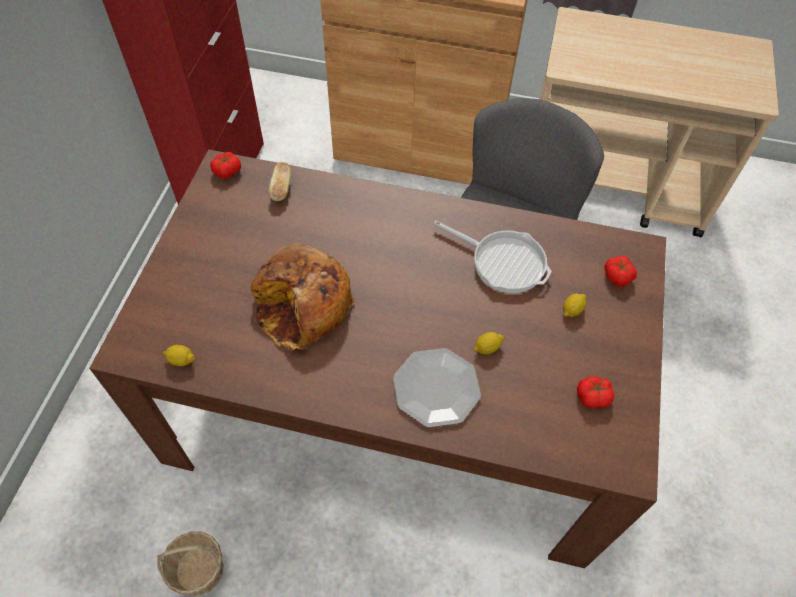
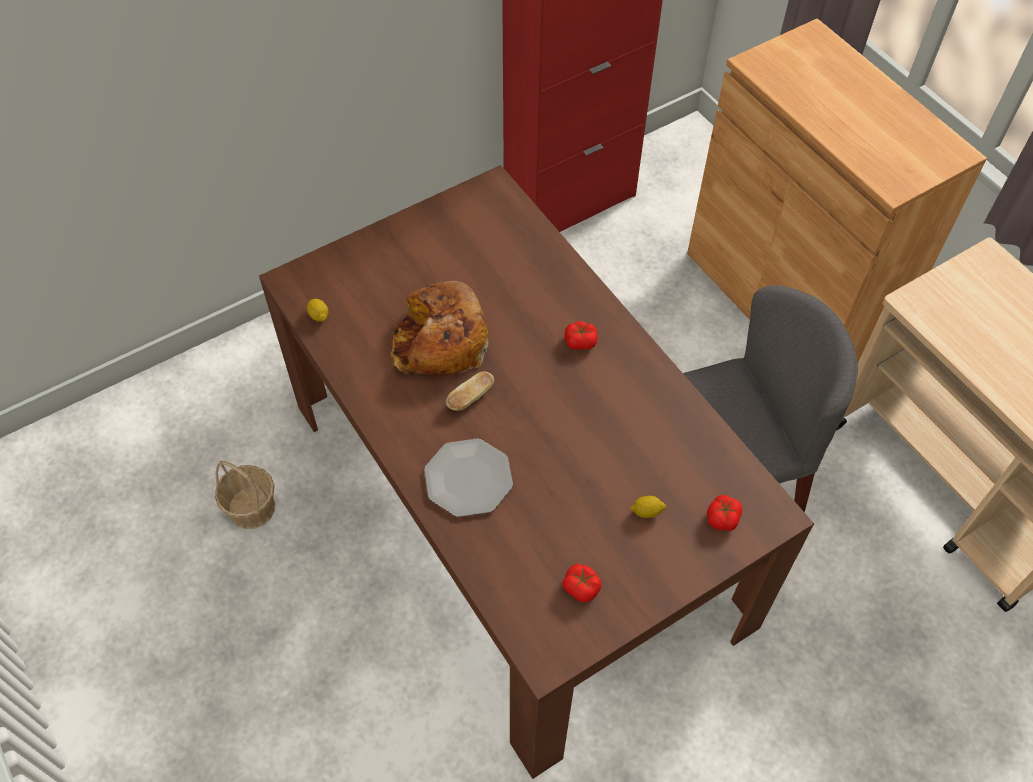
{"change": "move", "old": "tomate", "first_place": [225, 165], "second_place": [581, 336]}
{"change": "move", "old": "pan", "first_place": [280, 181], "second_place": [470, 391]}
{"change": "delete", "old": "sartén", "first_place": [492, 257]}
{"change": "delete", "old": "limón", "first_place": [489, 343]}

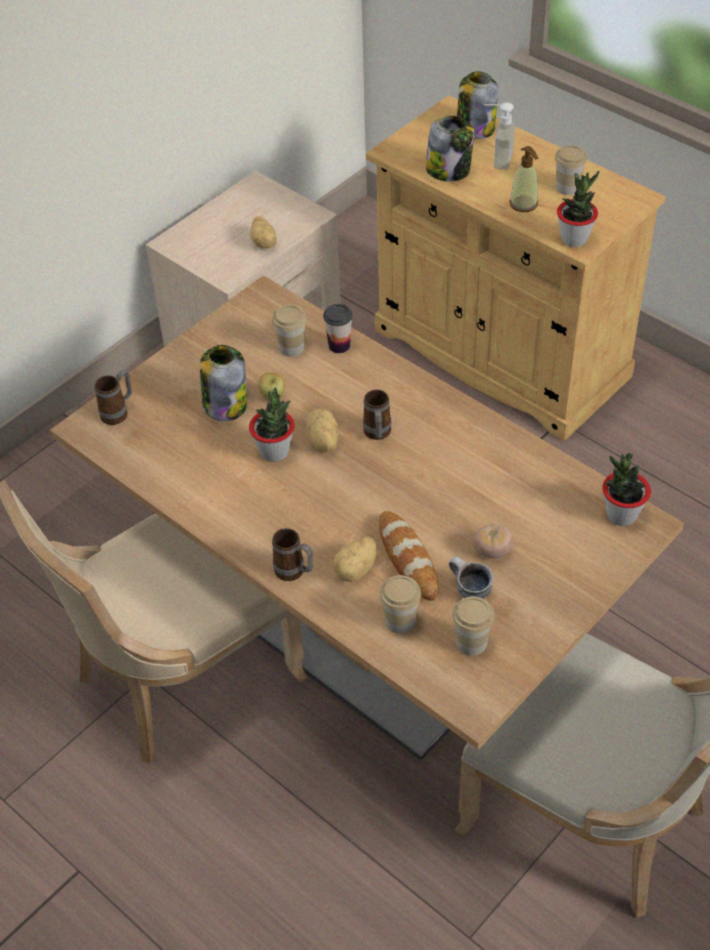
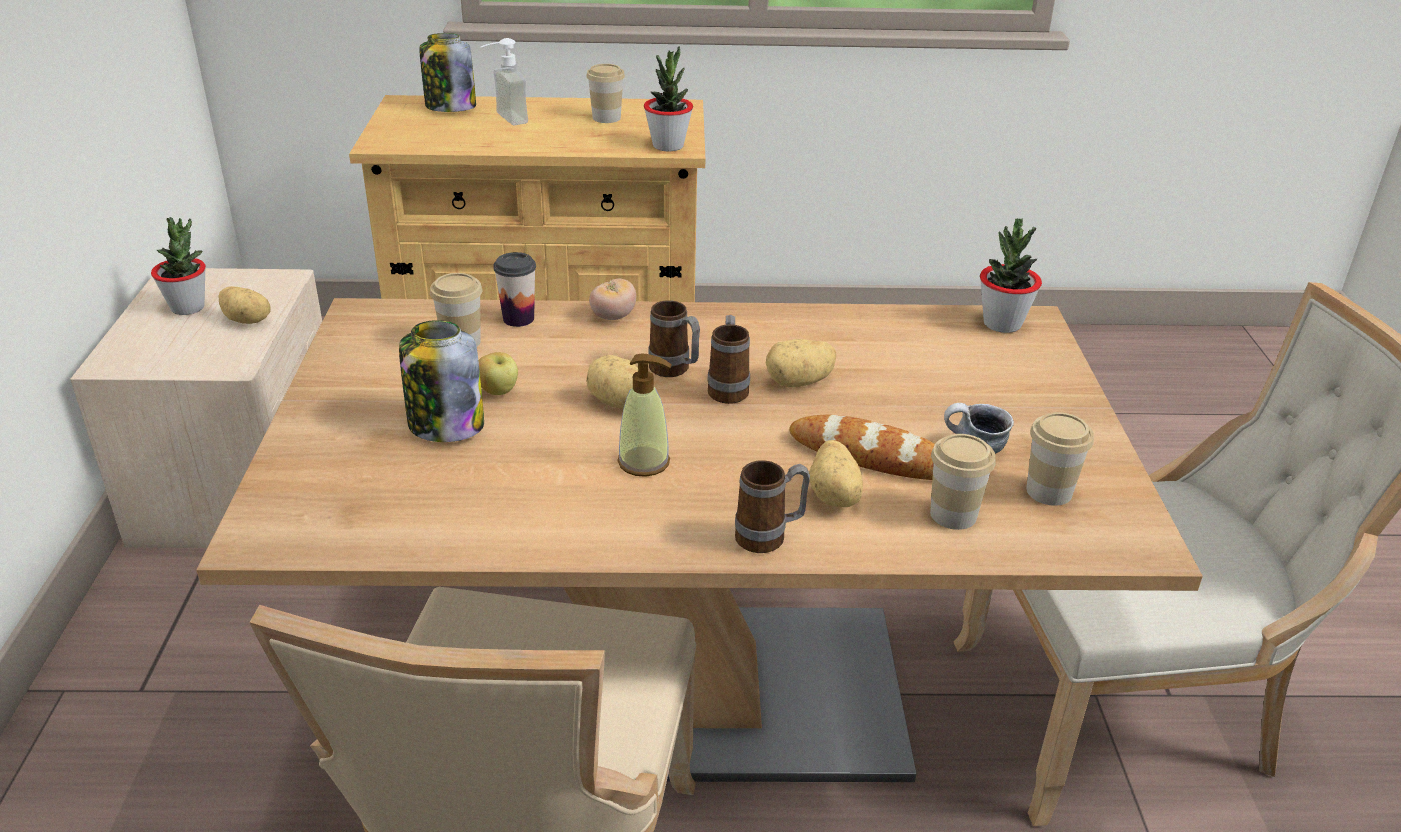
{"change": "delete", "old": "tarro", "first_place": [450, 148]}
{"change": "move", "old": "dispensador de jabón", "first_place": [524, 179], "second_place": [644, 415]}
{"change": "move", "old": "taza grande", "first_place": [113, 397], "second_place": [728, 359]}
{"change": "move", "old": "planta en maceta", "first_place": [272, 424], "second_place": [178, 266]}
{"change": "move", "old": "tomate", "first_place": [493, 541], "second_place": [612, 299]}
{"change": "insert", "new": "patata", "second_place": [801, 363]}

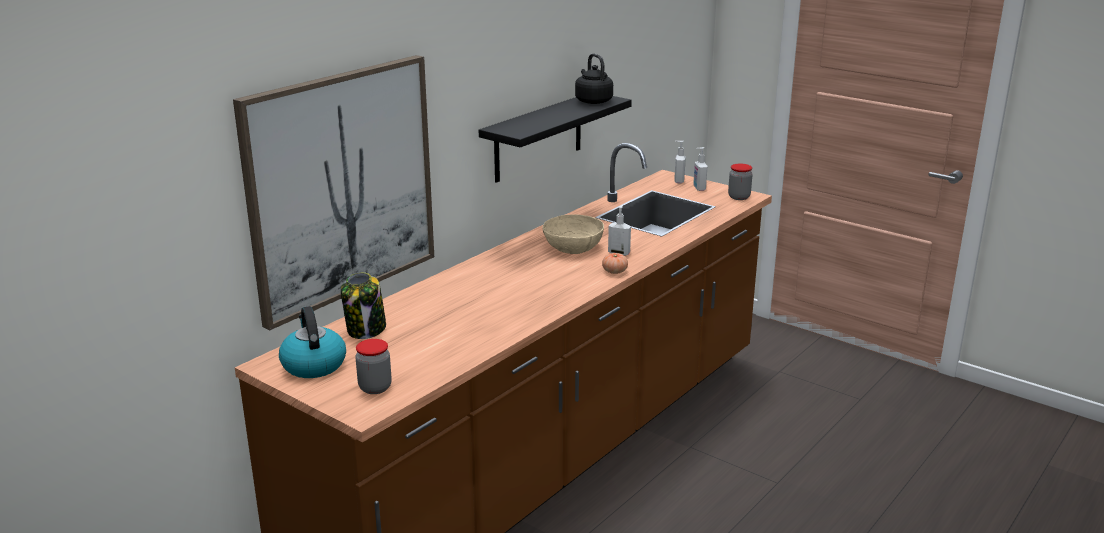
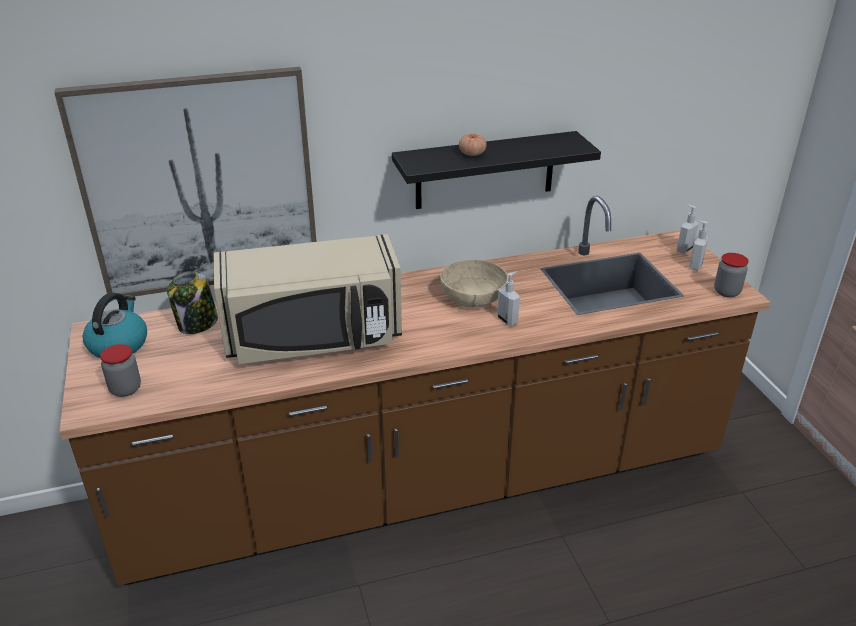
{"change": "delete", "old": "hervidor (negro)", "first_place": [594, 78]}
{"change": "move", "old": "tomate", "first_place": [615, 263], "second_place": [473, 145]}
{"change": "insert", "new": "microondas (beis)", "second_place": [308, 299]}

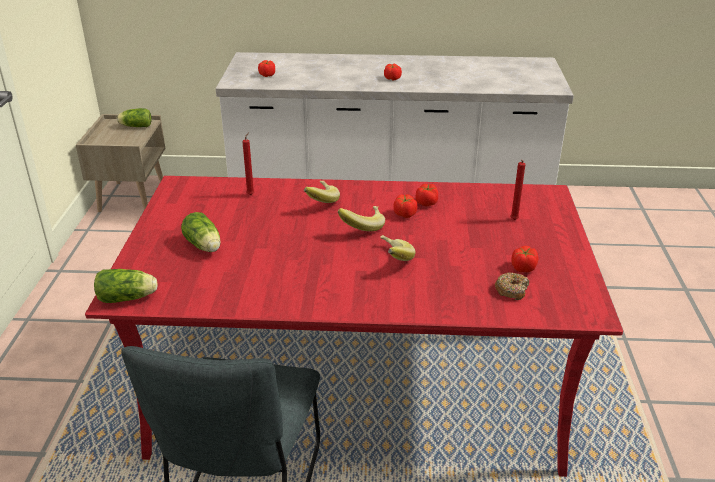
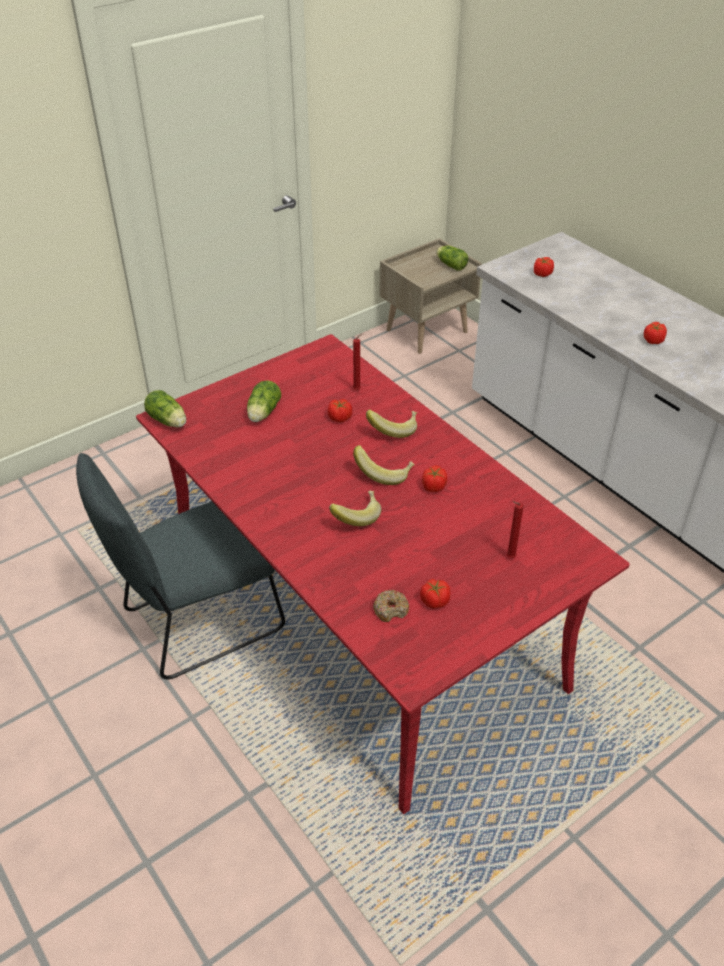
{"change": "move", "old": "tomate", "first_place": [427, 195], "second_place": [340, 410]}

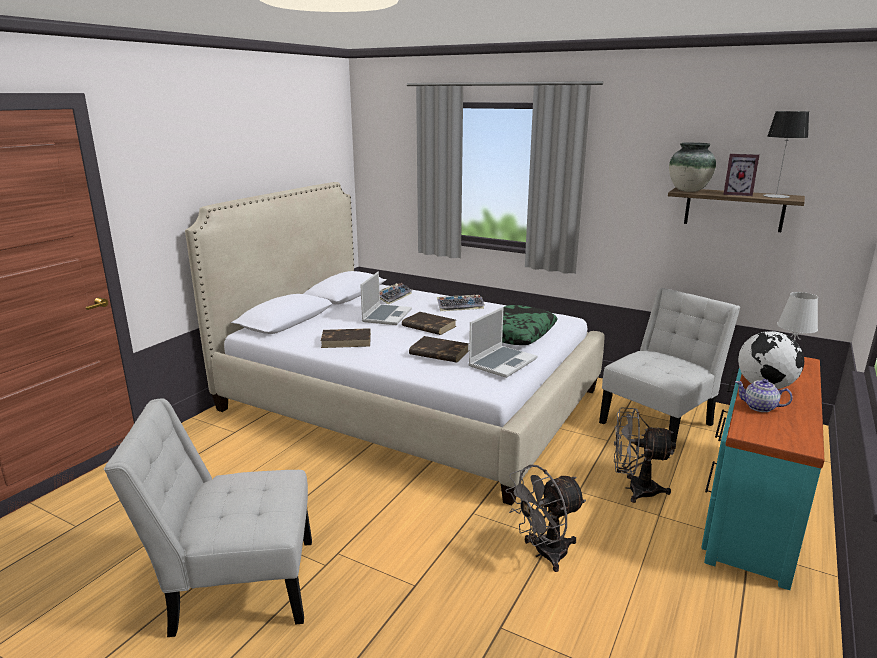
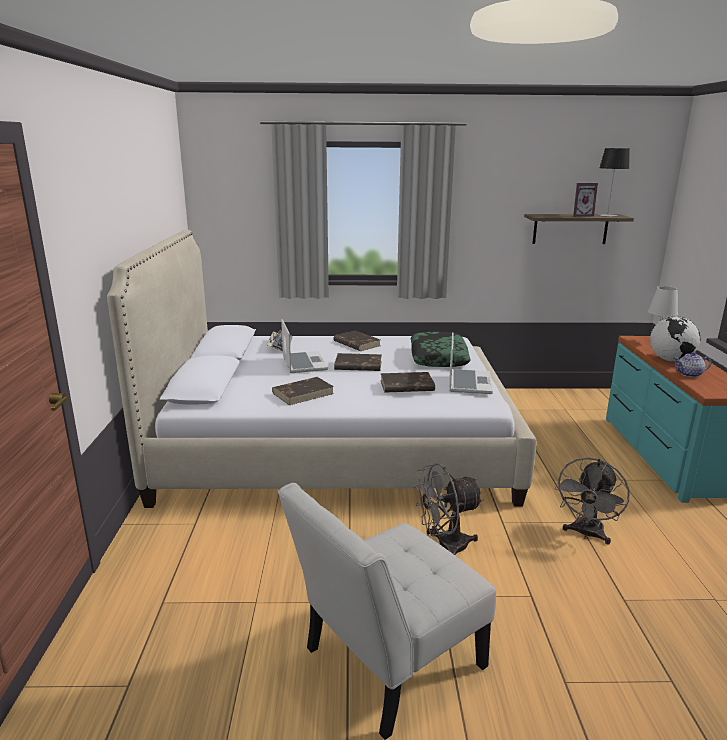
{"change": "delete", "old": "florero", "first_place": [692, 167]}
{"change": "delete", "old": "silla (blanco)", "first_place": [670, 370]}
{"change": "replace", "old": "teclado", "new": "libro (marrón)", "first_place": [461, 303], "second_place": [356, 341]}
{"change": "move", "old": "ventilador (gris)", "first_place": [645, 455], "second_place": [448, 509]}

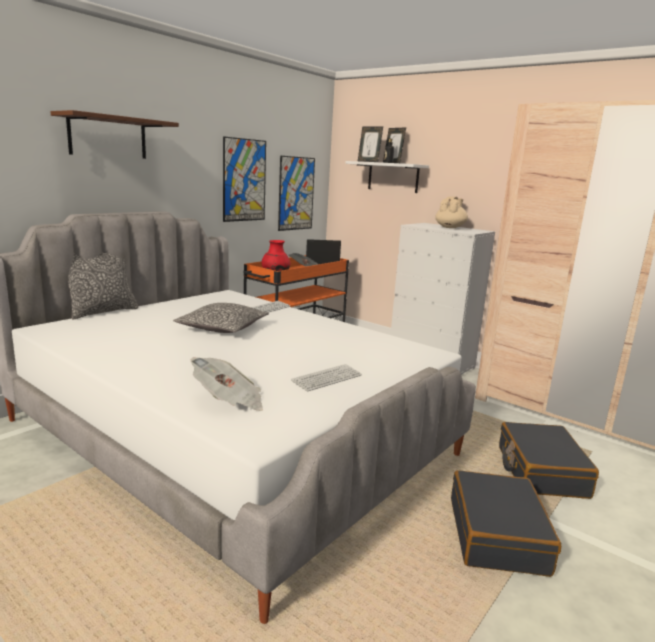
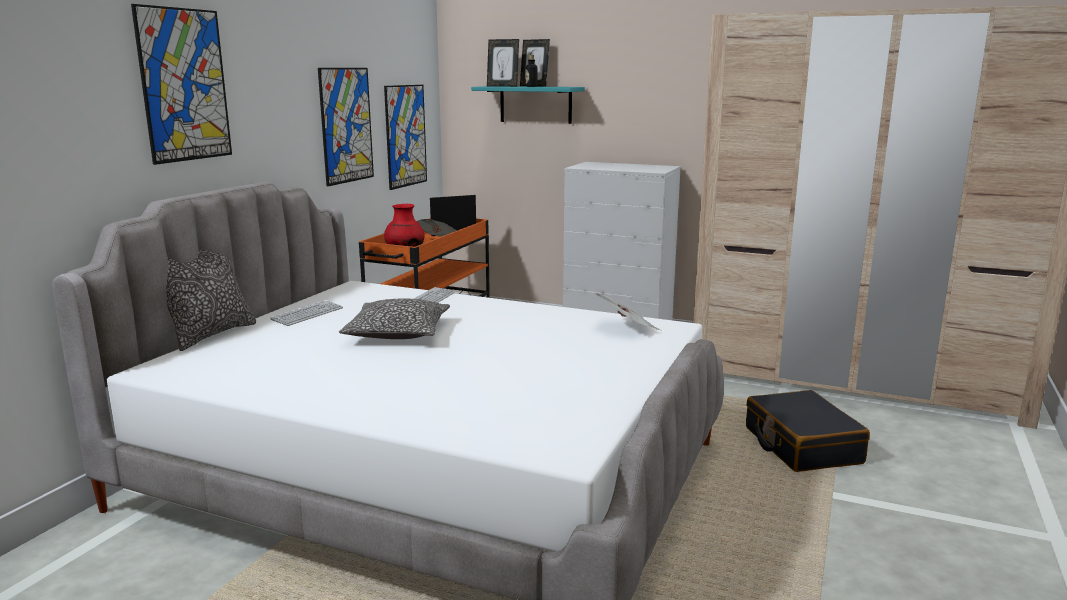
{"change": "replace", "old": "estante (marrón)", "new": "cuadro", "first_place": [114, 134], "second_place": [181, 84]}
{"change": "recolor", "old": "estante (blanco)", "new": "estante (turquesa)", "first_place": [387, 177], "second_place": [528, 105]}
{"change": "delete", "old": "tetera (beis)", "first_place": [451, 212]}
{"change": "move", "old": "periódico", "first_place": [227, 384], "second_place": [626, 311]}
{"change": "move", "old": "teclado", "first_place": [326, 377], "second_place": [307, 313]}
{"change": "delete", "old": "maleta (negro)", "first_place": [506, 523]}

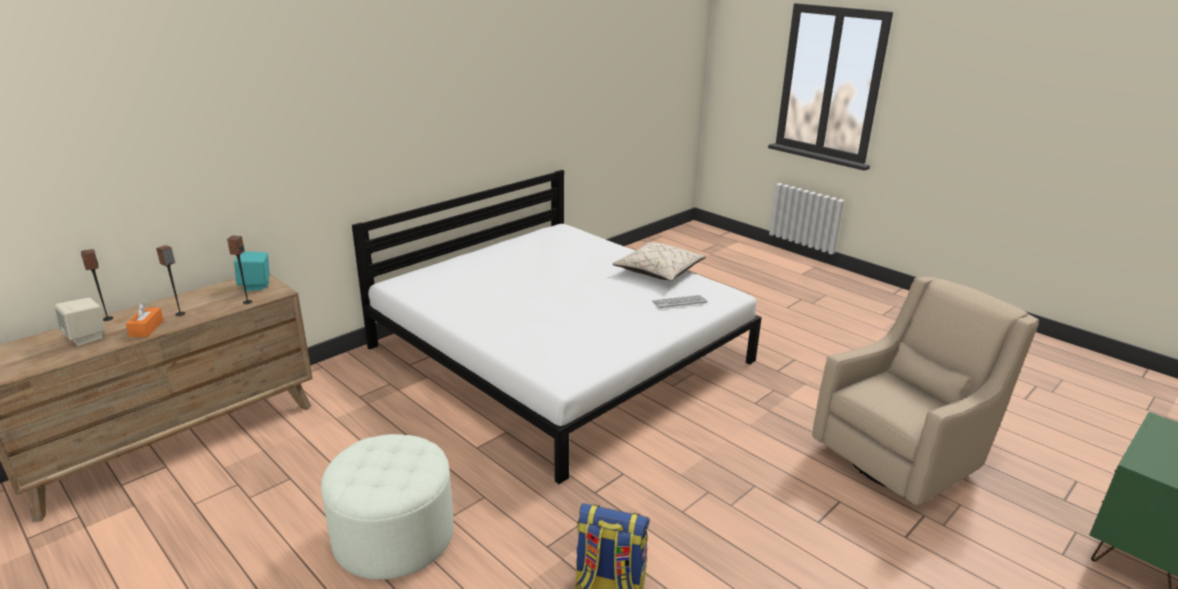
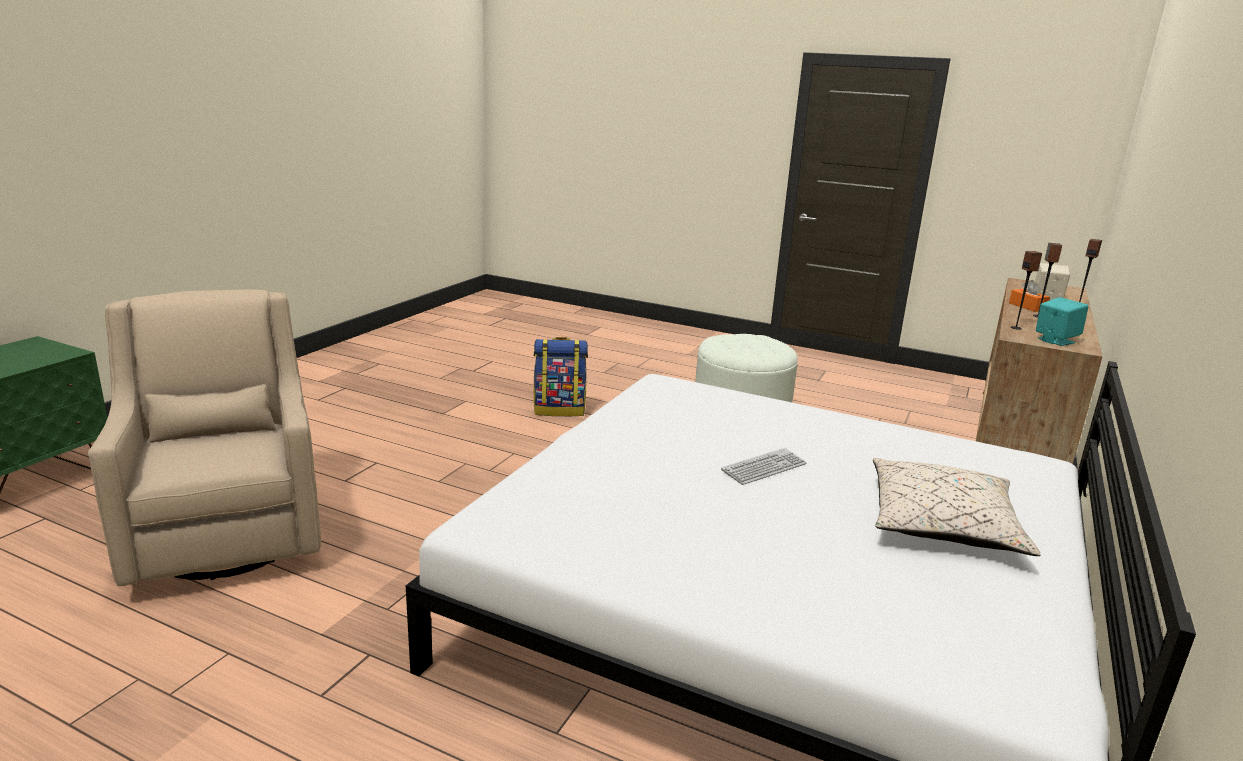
{"change": "move", "old": "cojín (beis)", "first_place": [659, 261], "second_place": [957, 507]}
{"change": "rotate", "old": "sillón (beis)", "first_place": [925, 390], "second_place": [204, 437], "degrees": 120}
{"change": "move", "old": "teclado", "first_place": [680, 302], "second_place": [763, 466]}

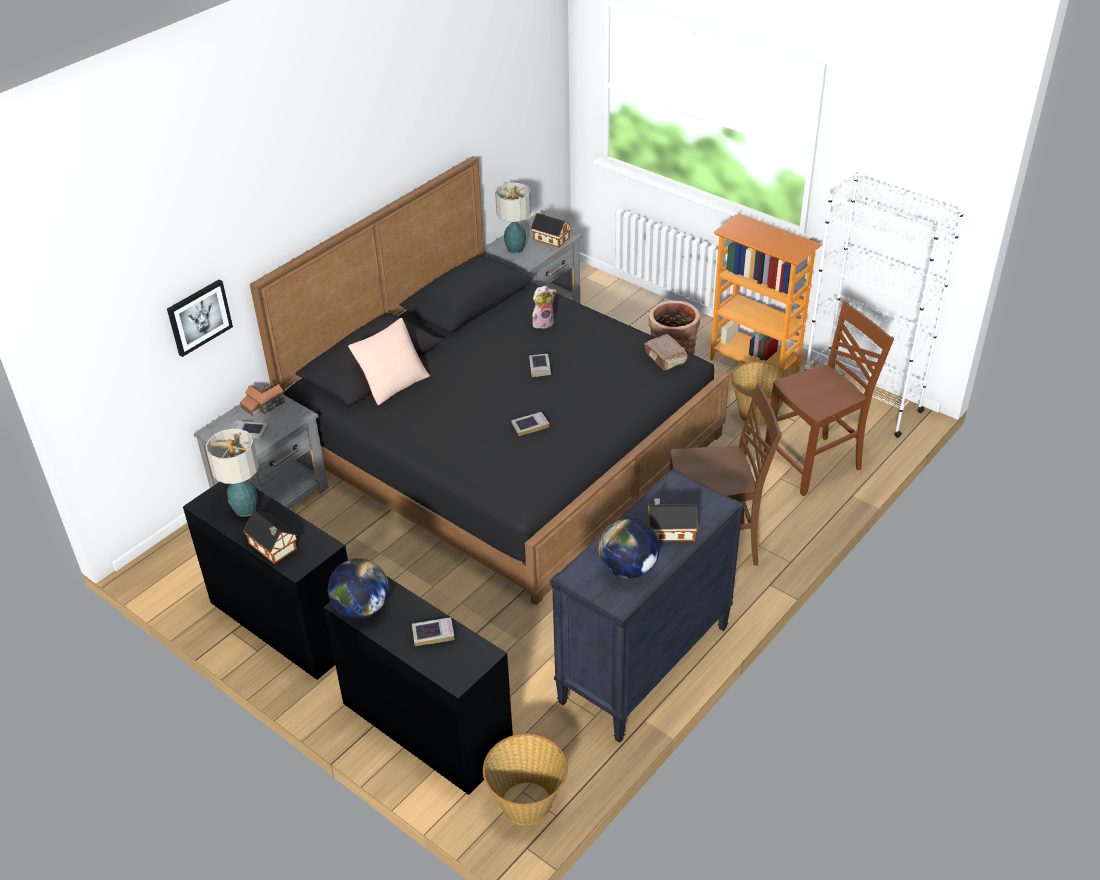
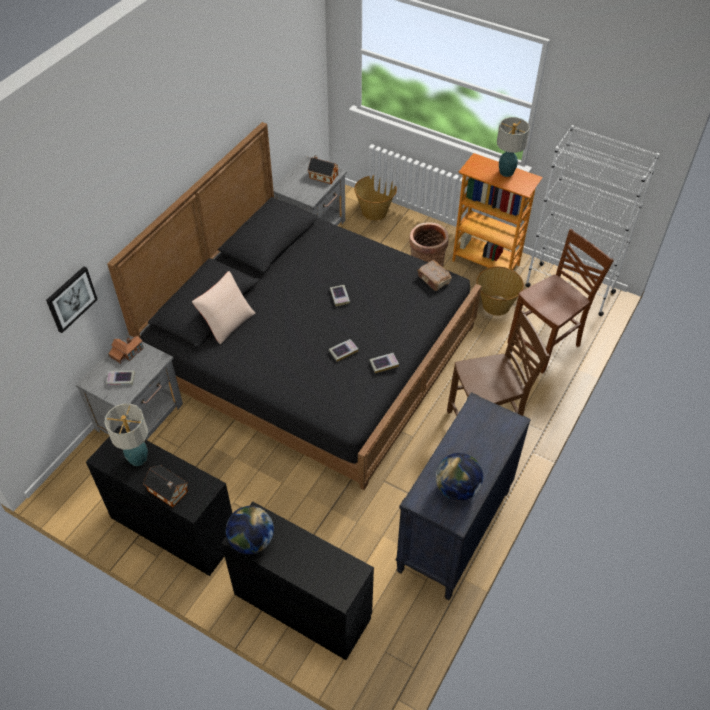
{"change": "move", "old": "lámpara de mesa", "first_place": [513, 218], "second_place": [513, 147]}
{"change": "delete", "old": "peluche", "first_place": [544, 307]}
{"change": "delete", "old": "casita", "first_place": [672, 520]}
{"change": "move", "old": "libro", "first_place": [433, 631], "second_place": [384, 363]}
{"change": "move", "old": "cesta", "first_place": [525, 779], "second_place": [375, 197]}

